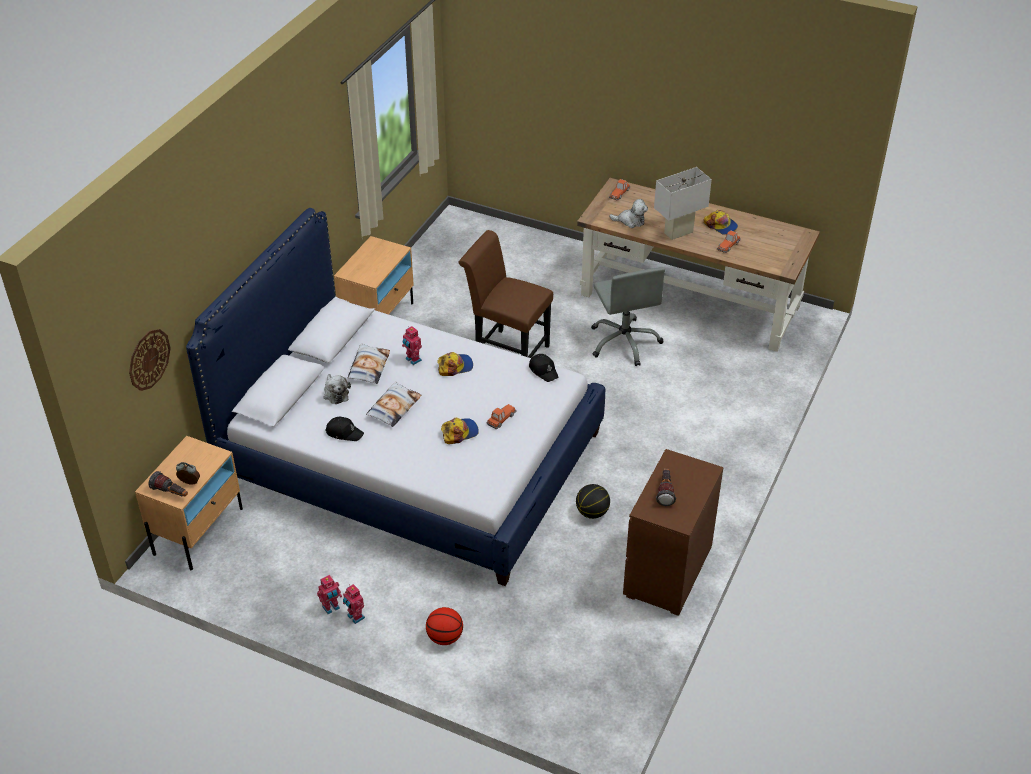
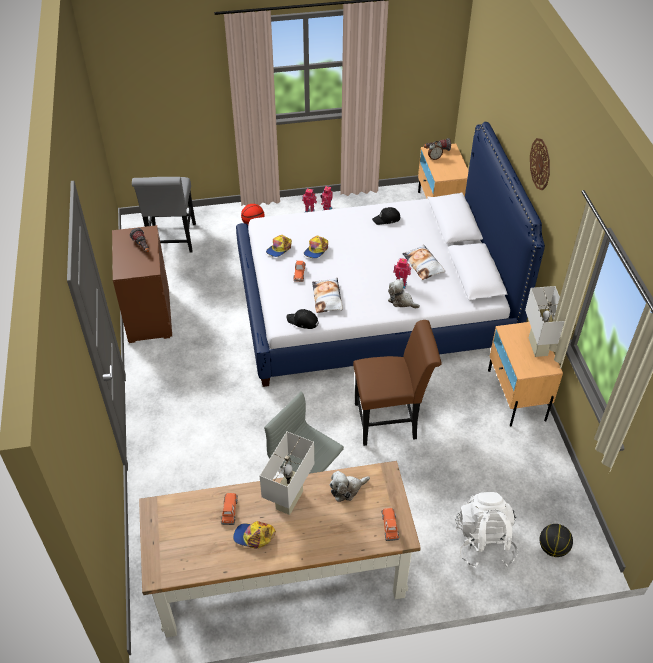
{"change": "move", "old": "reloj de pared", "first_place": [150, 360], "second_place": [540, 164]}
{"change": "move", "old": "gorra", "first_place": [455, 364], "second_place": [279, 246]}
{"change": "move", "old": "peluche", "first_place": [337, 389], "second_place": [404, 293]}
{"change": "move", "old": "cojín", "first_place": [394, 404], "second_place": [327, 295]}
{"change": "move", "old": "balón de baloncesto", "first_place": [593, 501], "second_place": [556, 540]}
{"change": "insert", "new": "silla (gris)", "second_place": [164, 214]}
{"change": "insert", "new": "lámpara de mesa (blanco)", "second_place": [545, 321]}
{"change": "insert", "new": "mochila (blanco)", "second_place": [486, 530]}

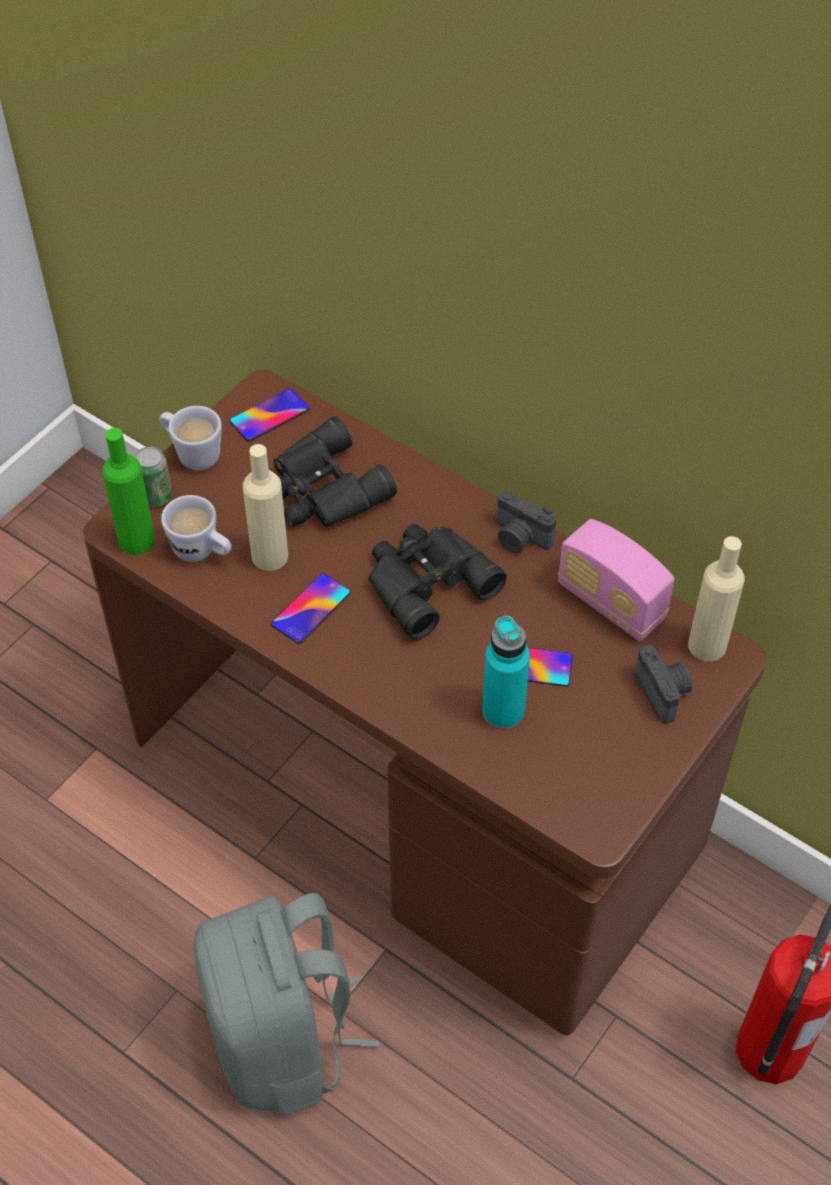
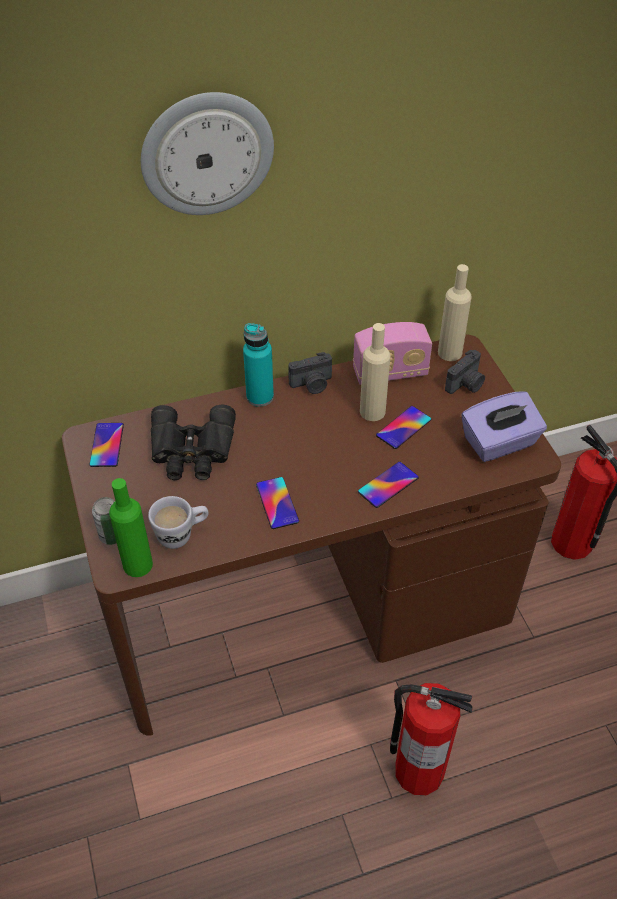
{"change": "delete", "old": "taza grande (blanco)", "first_place": [190, 438]}
{"change": "move", "old": "botella (beis)", "first_place": [265, 507], "second_place": [375, 372]}
{"change": "delete", "old": "prismáticos (negro)", "first_place": [437, 582]}
{"change": "move", "old": "botella (turquesa)", "first_place": [506, 672], "second_place": [258, 365]}
{"change": "rotate", "old": "cámara", "first_place": [663, 684], "second_place": [465, 372], "degrees": 120}
{"change": "replace", "old": "mochila (gris)", "new": "extintor", "first_place": [287, 1004], "second_place": [431, 739]}
{"change": "insert", "new": "reloj de pared", "second_place": [207, 153]}
{"change": "insert", "new": "caja de pañuelos (morado)", "second_place": [504, 426]}
{"change": "insert", "new": "móvil", "second_place": [388, 485]}

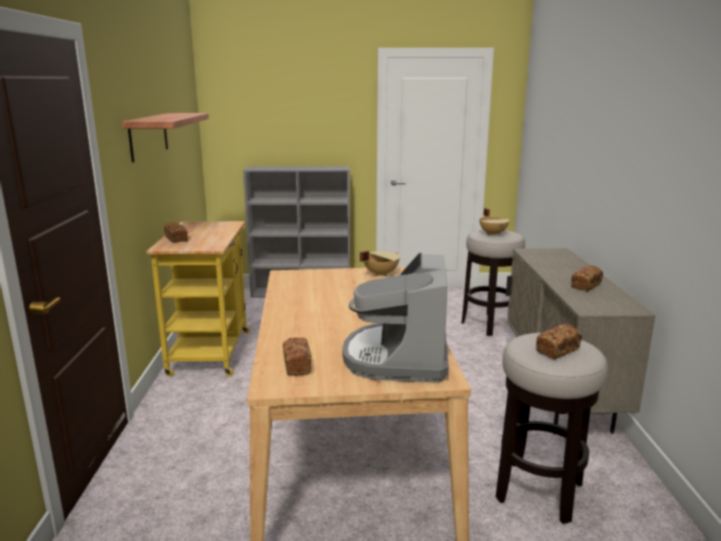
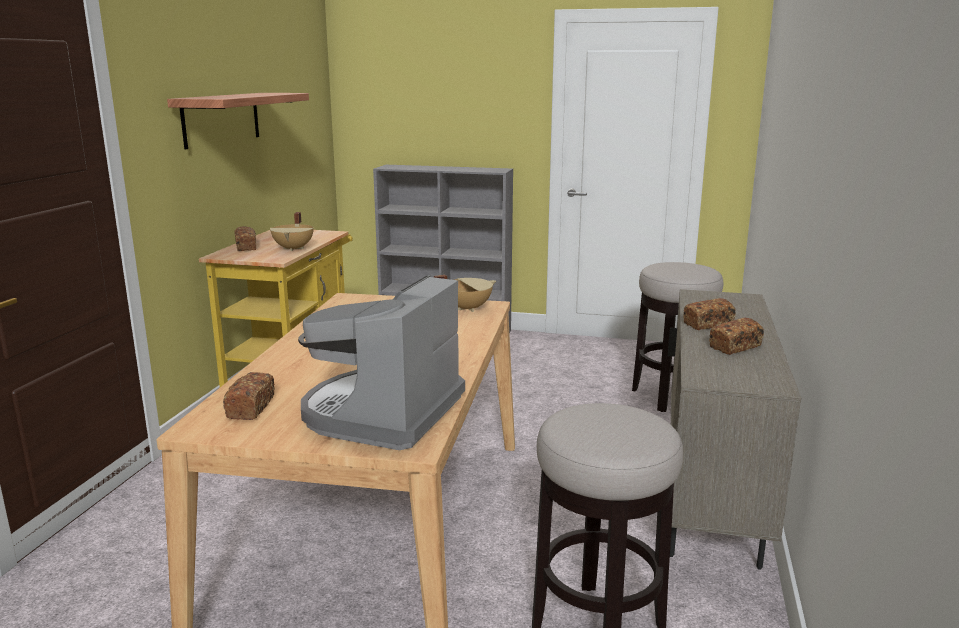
{"change": "move", "old": "olla (beis)", "first_place": [494, 222], "second_place": [292, 231]}
{"change": "move", "old": "pan", "first_place": [559, 341], "second_place": [709, 314]}

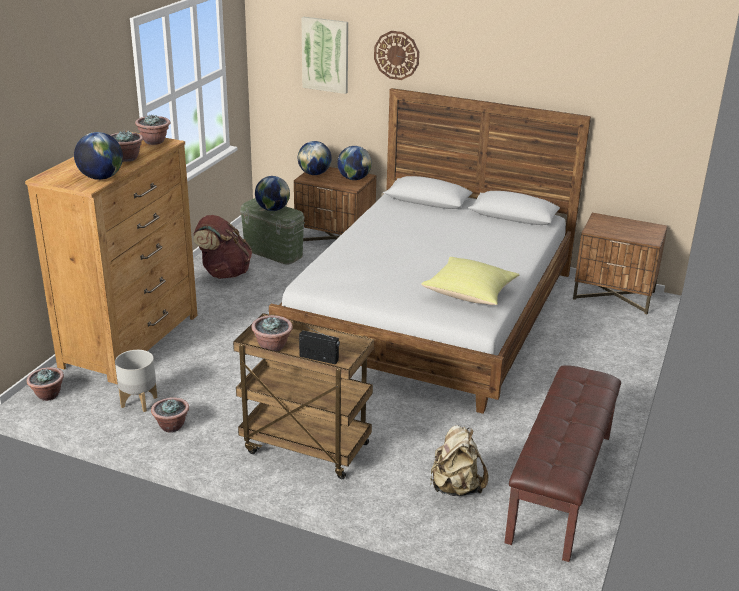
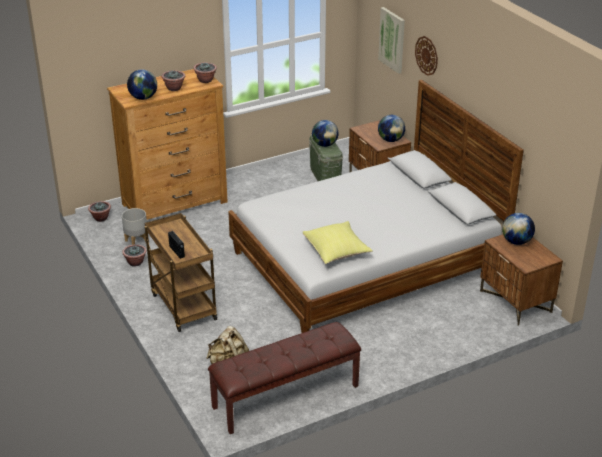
{"change": "move", "old": "globo terráqueo", "first_place": [315, 158], "second_place": [518, 229]}
{"change": "delete", "old": "mochila (marrón)", "first_place": [223, 247]}
{"change": "delete", "old": "planta en maceta", "first_place": [272, 333]}

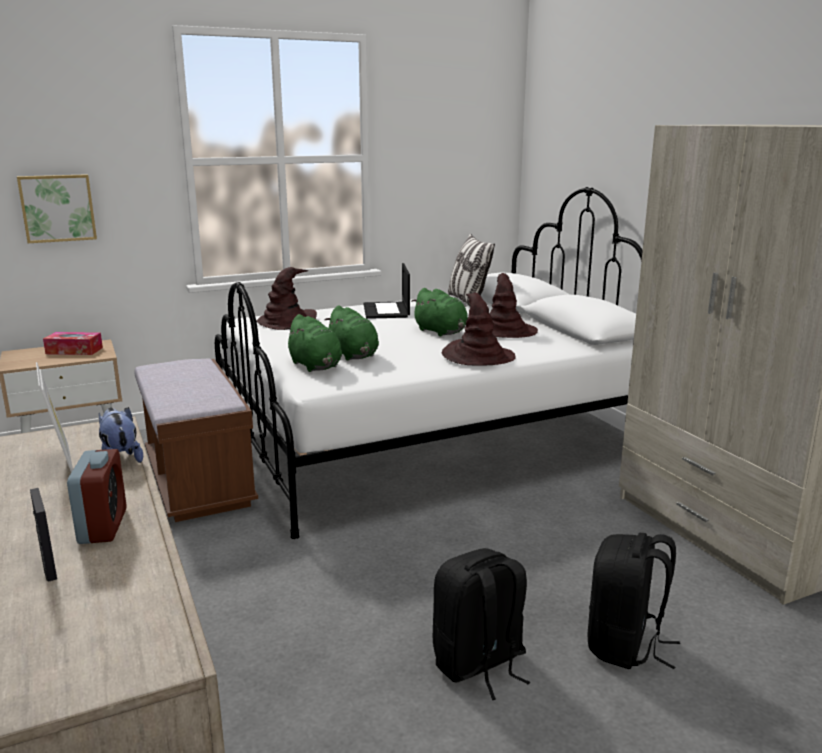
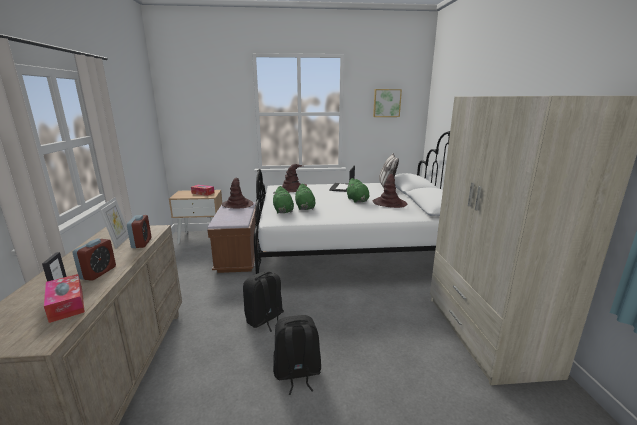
{"change": "move", "old": "cuadro", "first_place": [57, 208], "second_place": [387, 103]}
{"change": "move", "old": "sombrero (marrón)", "first_place": [479, 328], "second_place": [238, 193]}
{"change": "replace", "old": "peluche", "new": "despertador", "first_place": [121, 435], "second_place": [139, 231]}
{"change": "move", "old": "mochila (negro)", "first_place": [634, 601], "second_place": [263, 302]}
{"change": "insert", "new": "caja de pañuelos", "second_place": [64, 298]}

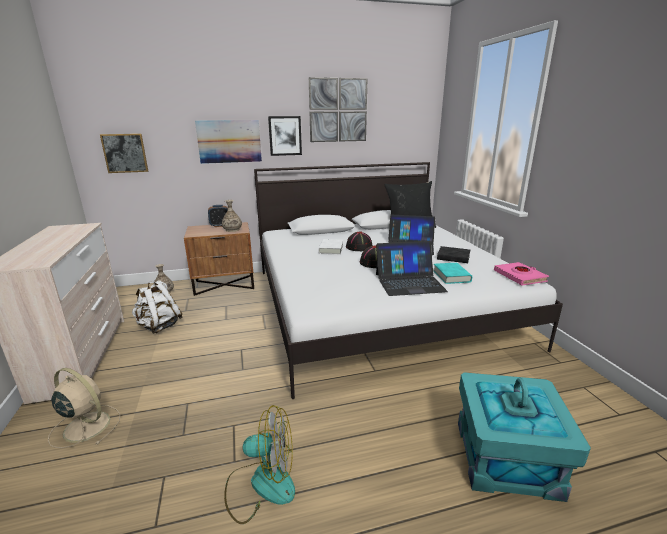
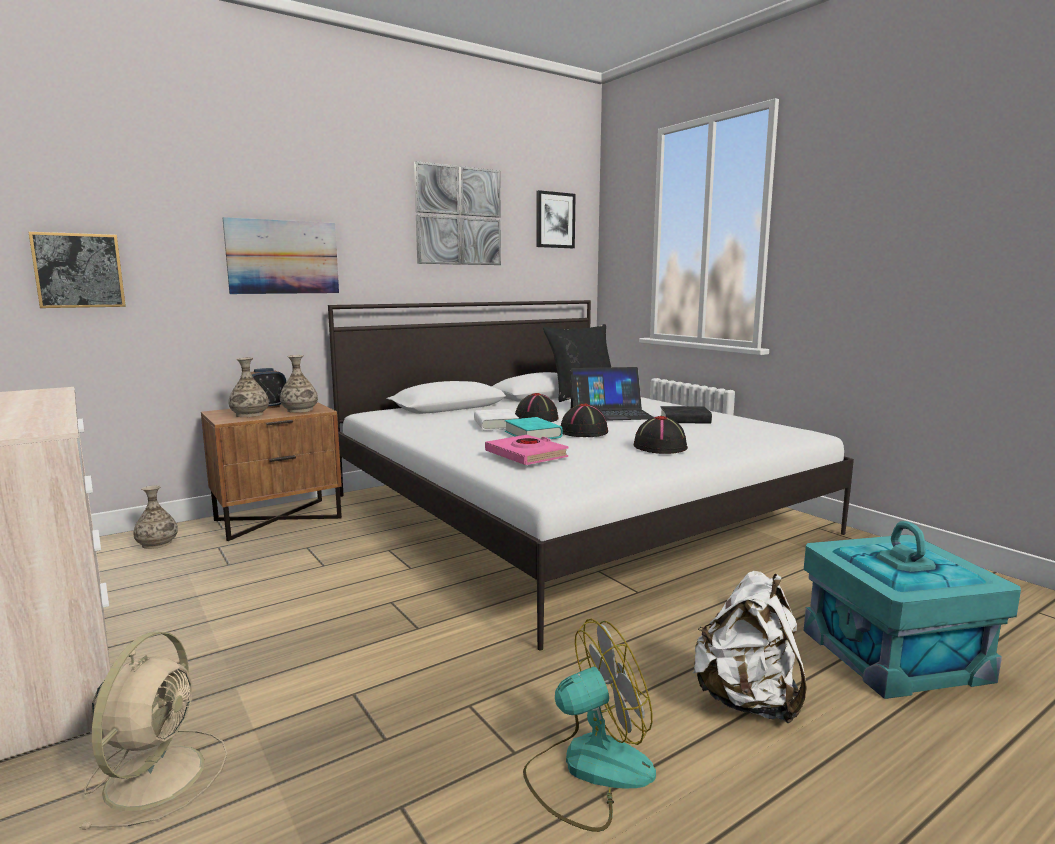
{"change": "move", "old": "cuadro", "first_place": [285, 136], "second_place": [556, 219]}
{"change": "replace", "old": "portátil", "new": "sombrero (negro)", "first_place": [412, 268], "second_place": [661, 435]}
{"change": "move", "old": "libro (rosa)", "first_place": [521, 274], "second_place": [526, 450]}
{"change": "move", "old": "libro (turquesa)", "first_place": [452, 273], "second_place": [534, 428]}
{"change": "move", "old": "mochila (blanco)", "first_place": [157, 307], "second_place": [749, 647]}
{"change": "rotate", "old": "ventilador (beis)", "first_place": [84, 408], "second_place": [153, 731], "degrees": 90}
{"change": "insert", "new": "florero", "second_place": [248, 387]}

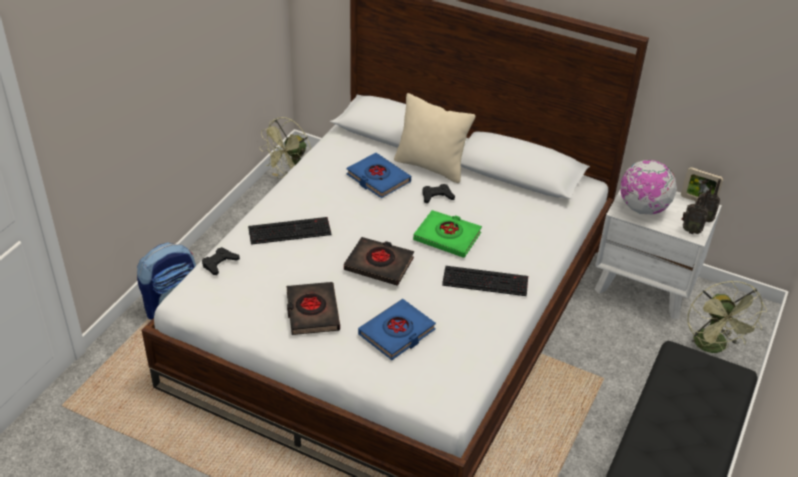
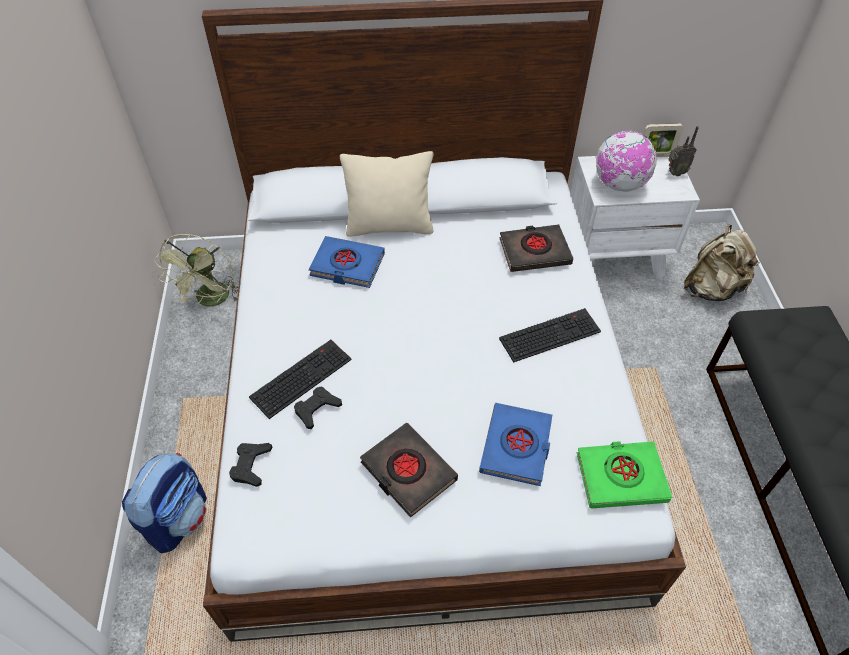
{"change": "move", "old": "mando de consola (negro)", "first_place": [438, 193], "second_place": [318, 408]}
{"change": "delete", "old": "radio", "first_place": [695, 212]}
{"change": "move", "old": "libro (verde)", "first_place": [447, 234], "second_place": [624, 475]}
{"change": "move", "old": "libro (negro)", "first_place": [379, 261], "second_place": [536, 248]}
{"change": "replace", "old": "ventilador (verde)", "new": "mochila (beis)", "first_place": [727, 317], "second_place": [722, 262]}

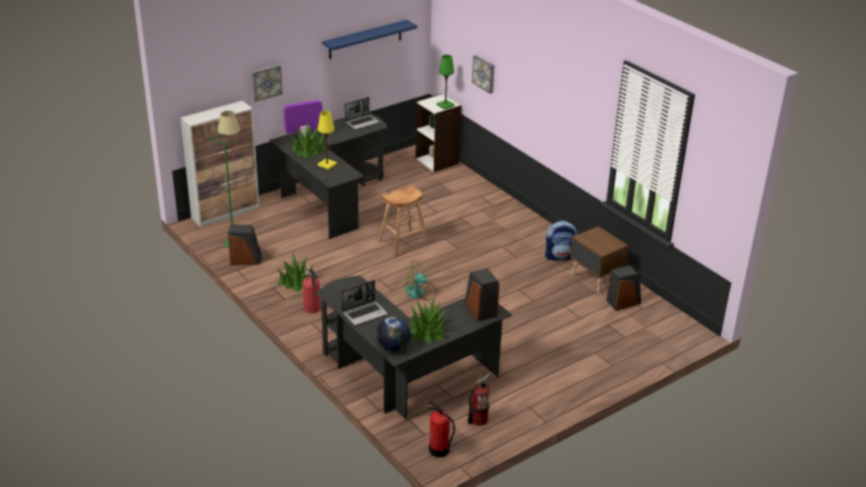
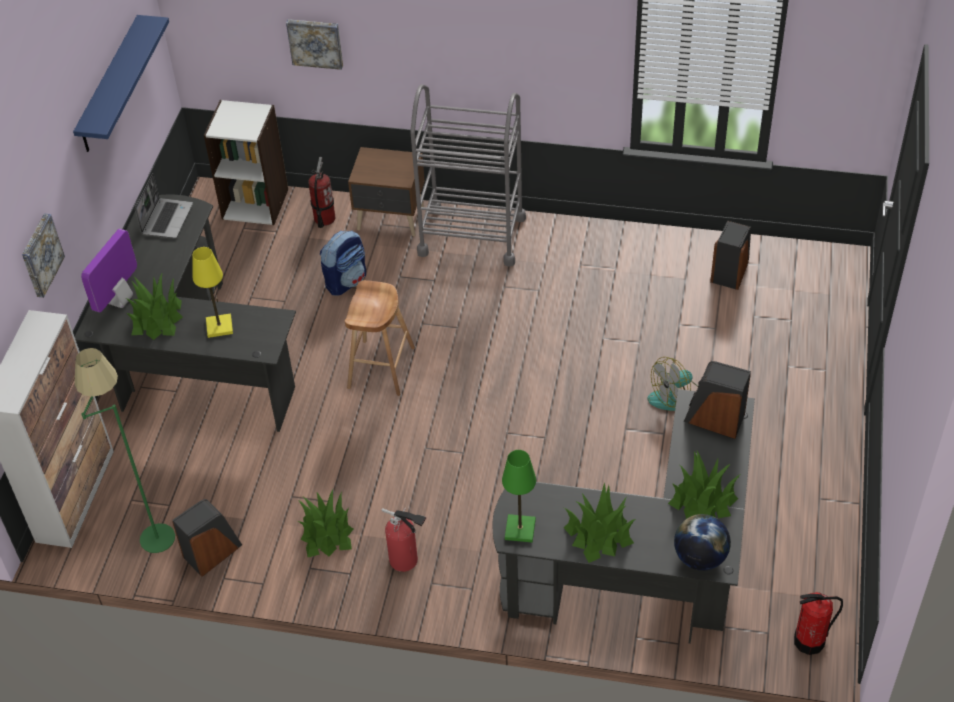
{"change": "move", "old": "lámpara de mesa (verde)", "first_place": [446, 82], "second_place": [519, 496]}
{"change": "move", "old": "mochila", "first_place": [561, 240], "second_place": [343, 263]}
{"change": "move", "old": "mesita de noche (marrón)", "first_place": [599, 260], "second_place": [386, 191]}
{"change": "move", "old": "ventilador", "first_place": [420, 280], "second_place": [672, 384]}
{"change": "replace", "old": "portátil", "new": "planta en maceta", "first_place": [364, 302], "second_place": [600, 522]}
{"change": "move", "old": "extintor", "first_place": [480, 399], "second_place": [321, 192]}
{"change": "insert", "new": "carrito (gris)", "second_place": [468, 175]}

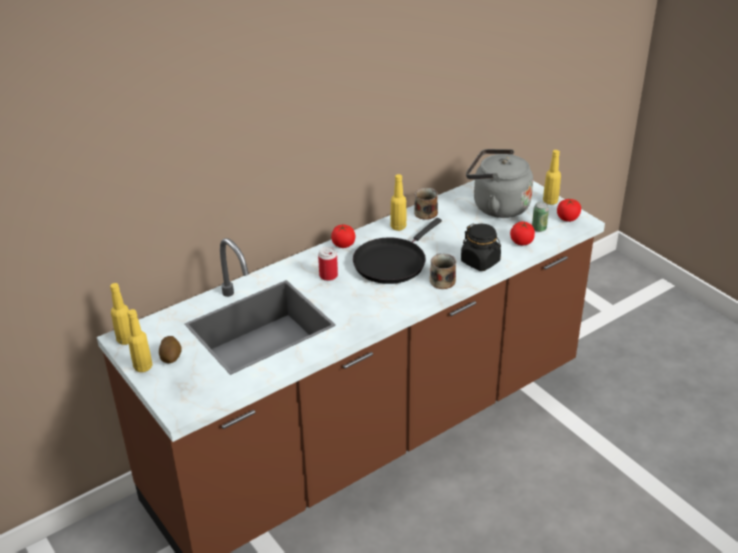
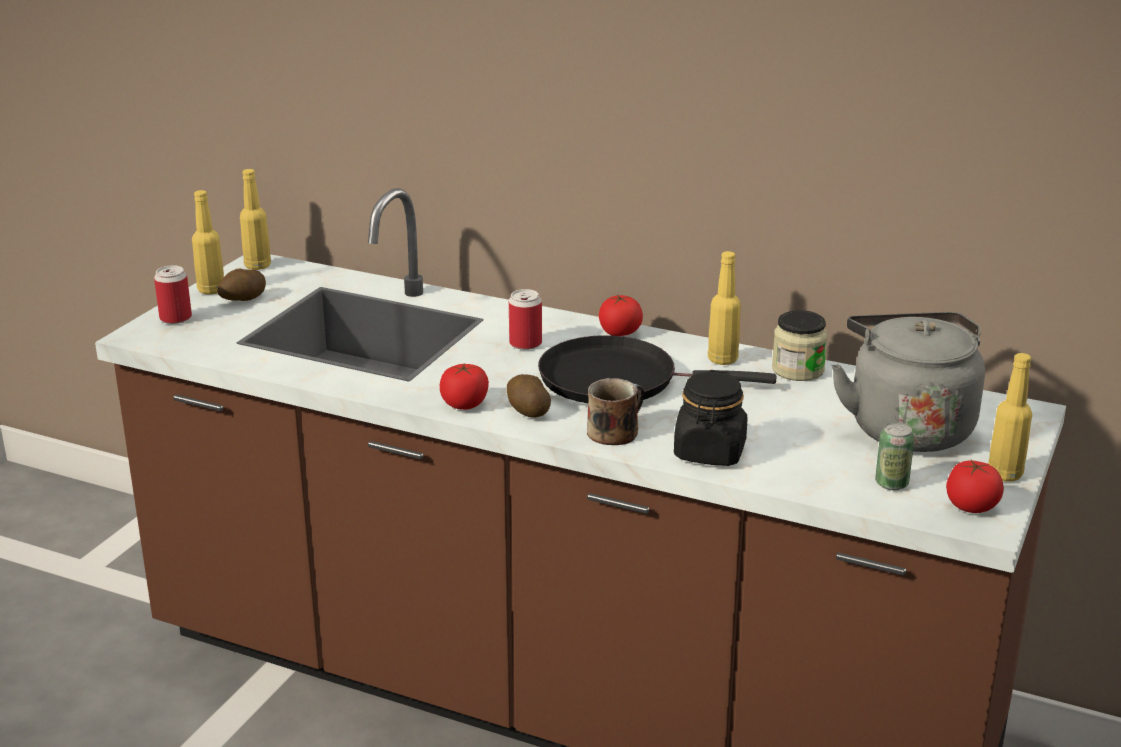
{"change": "replace", "old": "taza grande", "new": "tarro", "first_place": [426, 204], "second_place": [800, 345]}
{"change": "move", "old": "tomate", "first_place": [522, 233], "second_place": [464, 387]}
{"change": "insert", "new": "lata", "second_place": [173, 294]}
{"change": "insert", "new": "patata", "second_place": [529, 396]}

